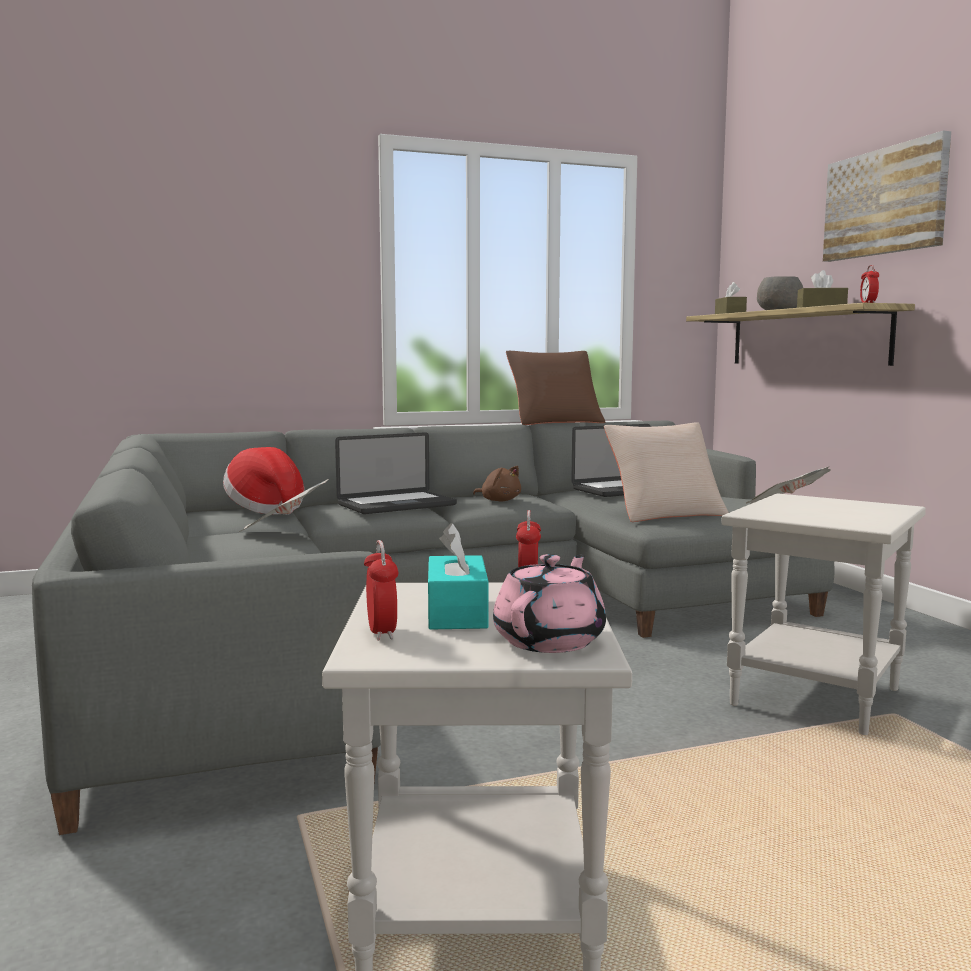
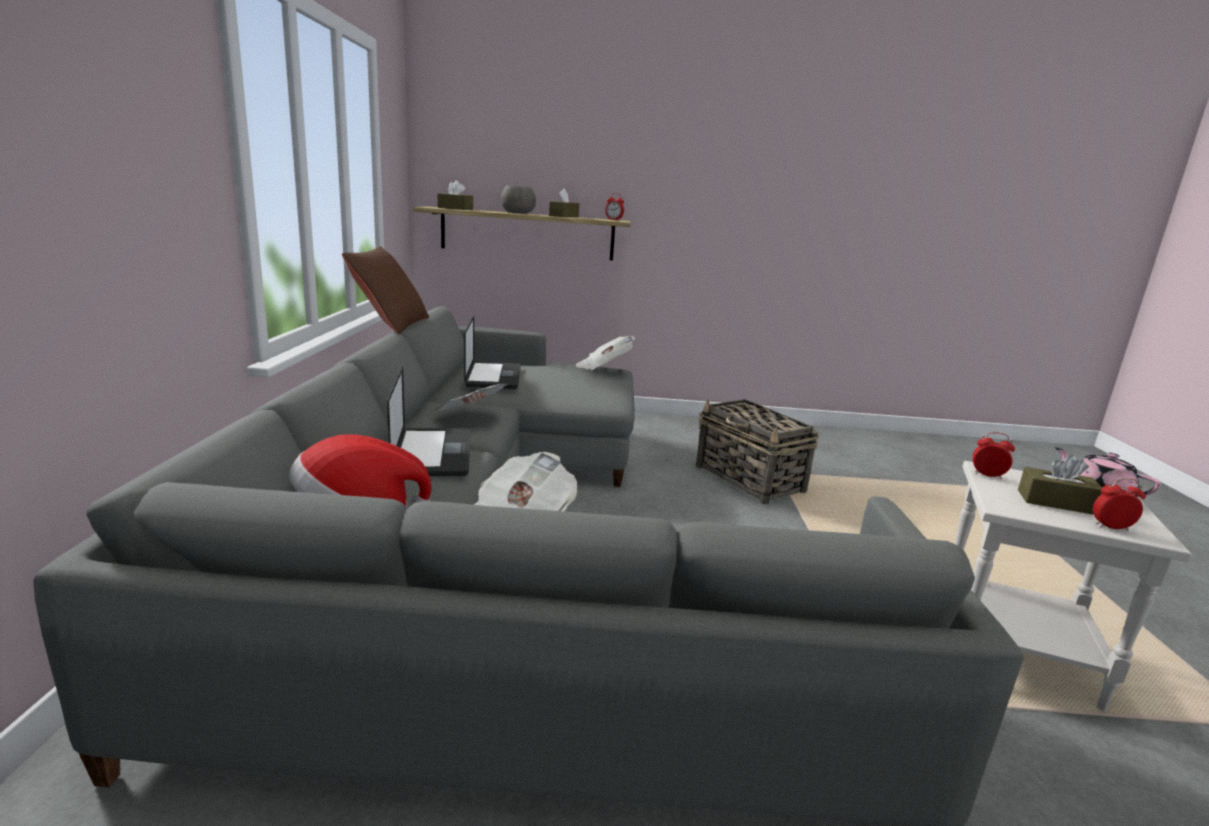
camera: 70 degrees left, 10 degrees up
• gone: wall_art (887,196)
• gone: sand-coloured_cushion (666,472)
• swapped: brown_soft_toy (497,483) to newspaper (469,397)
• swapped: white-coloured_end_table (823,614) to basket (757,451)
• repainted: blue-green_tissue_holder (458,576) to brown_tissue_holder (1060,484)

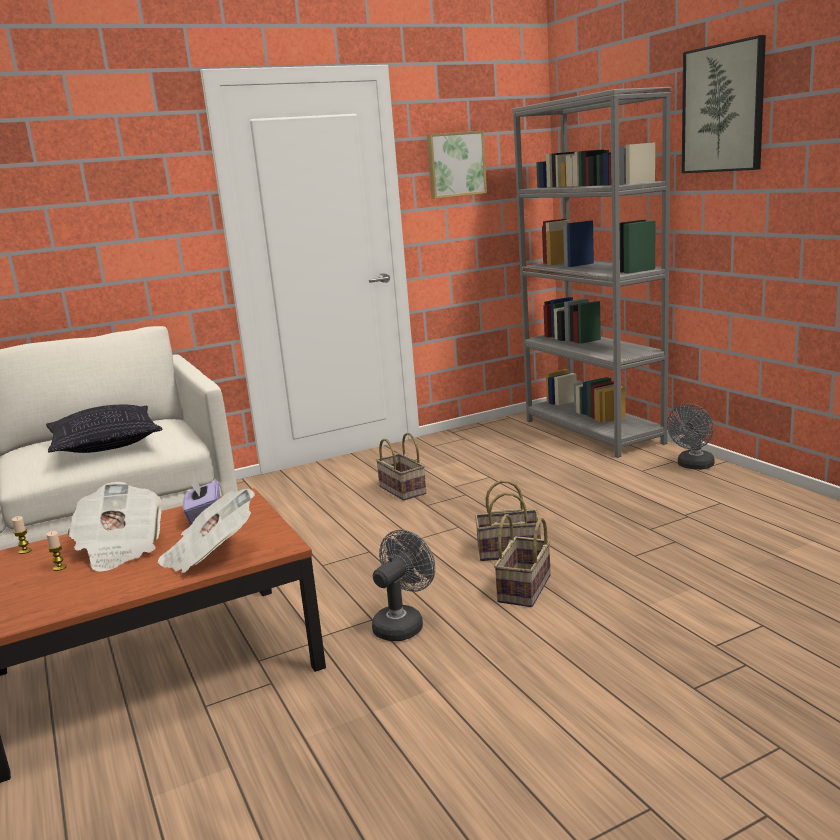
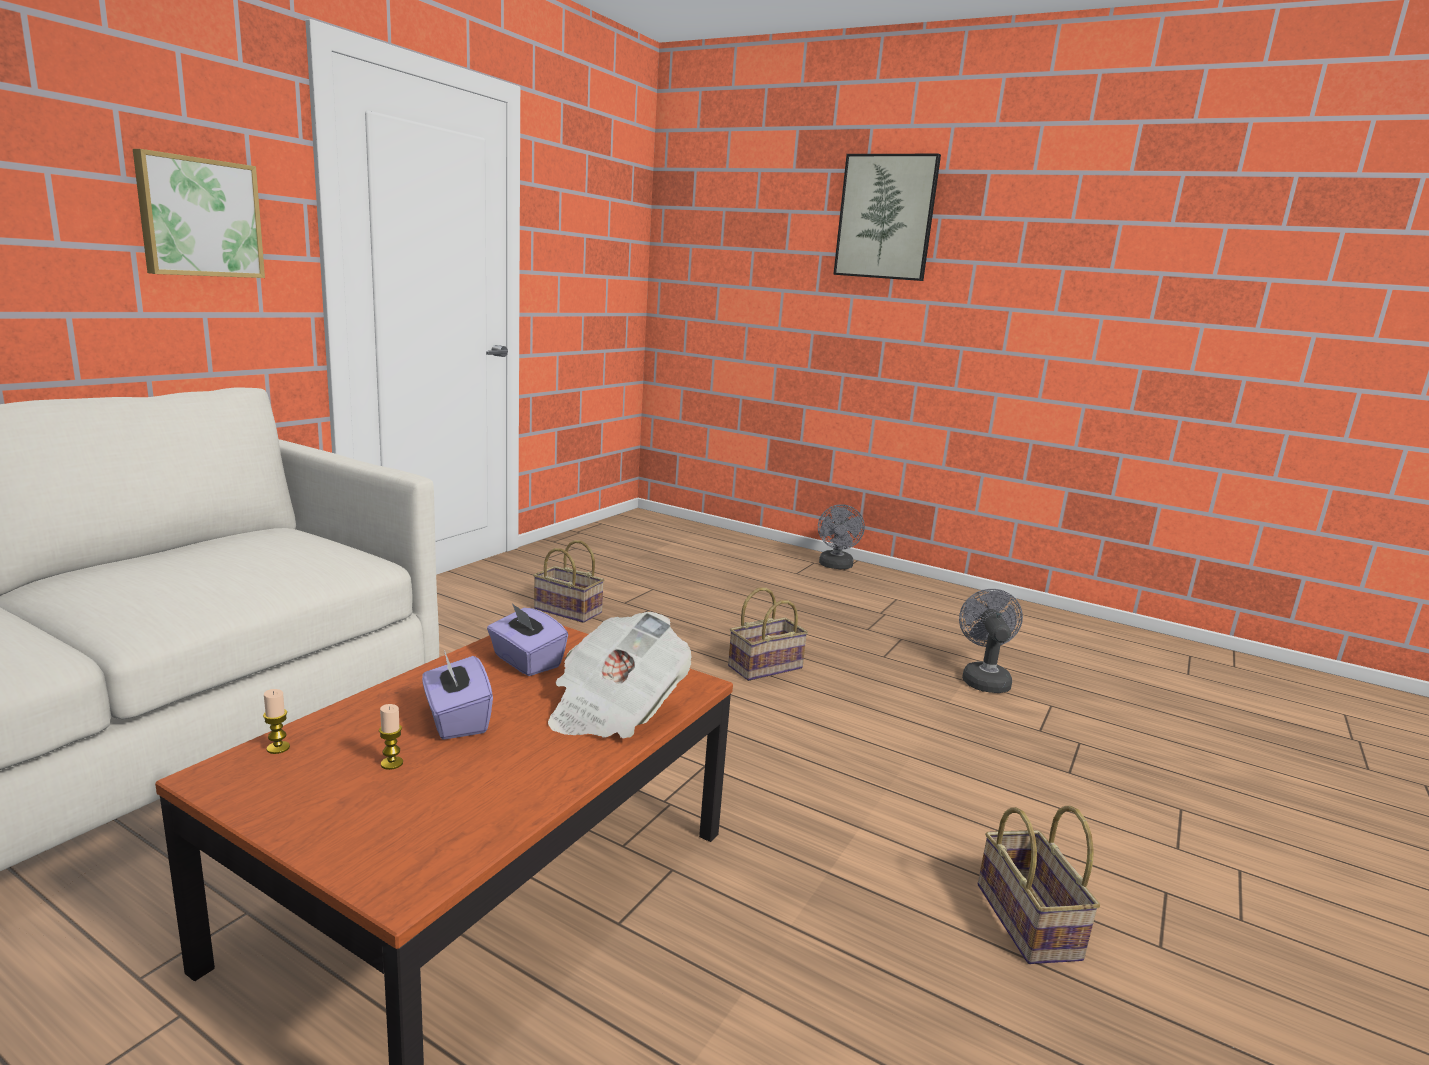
camera: 35 degrees left, 0 degrees up
• gone: gray_bookshelf (592,272)
• shifted: wall_art (457,164) to (199,213)
• gone: cushion (104,429)
• swapped: newspaper (115,527) to purple_tissue_holder (457,695)
• shifted: basket (522,560) to (1039,885)
• shifted: gray_cooling_fan (403,585) to (991,641)

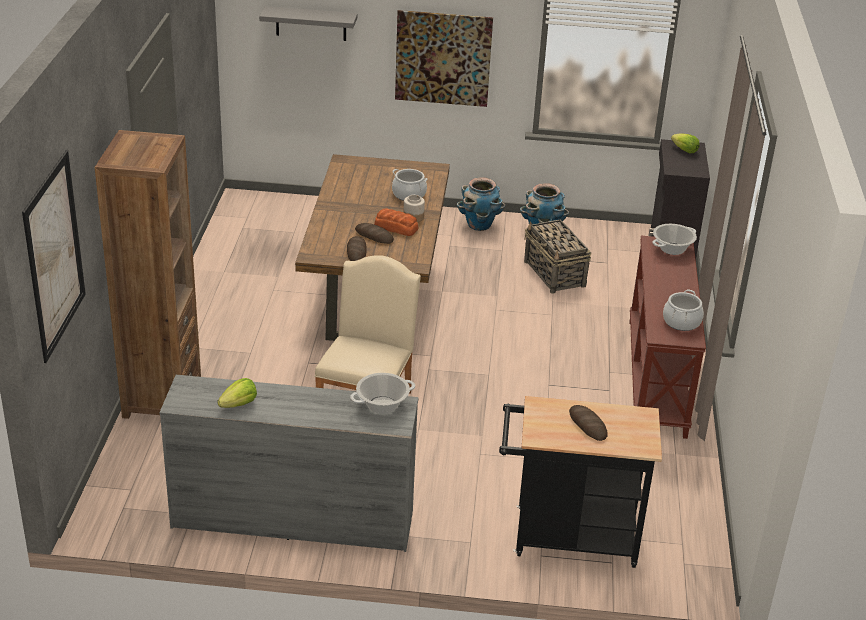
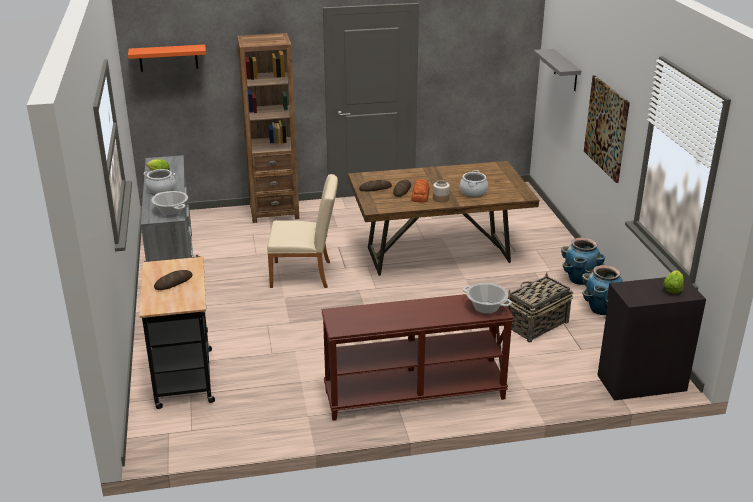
camera: 75 degrees right, 5 degrees down
• swapped: wall_art (54,256) to orange_wall_shelf (167,58)
• shifted: cooking_pot (683,310) to (159,182)

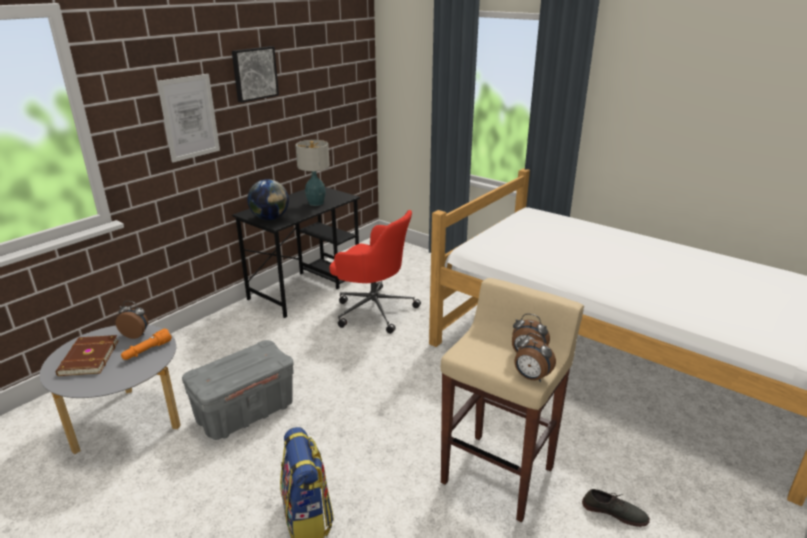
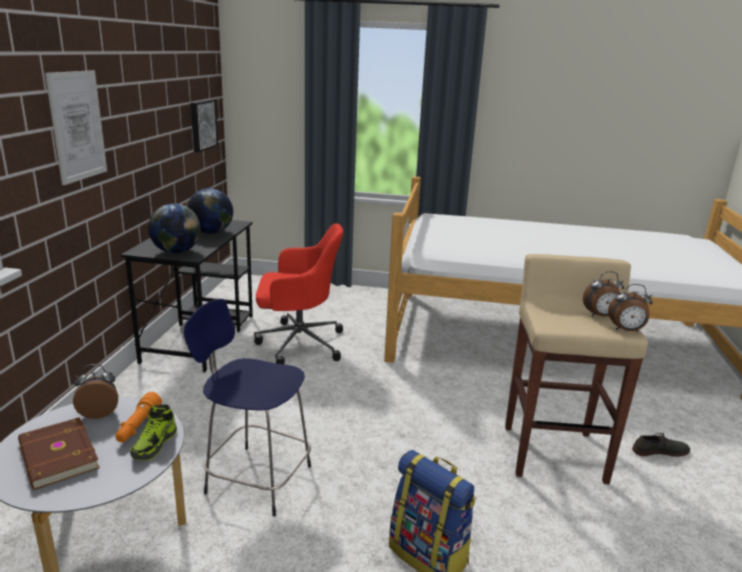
camera: 30 degrees left, 5 degrees down
• shifted: wall_art (255,74) to (204,125)
• swapped: table_lamp (313,173) to desk_globe (210,211)
• swapped: gray_storage_bin (238,390) to blue-coloured_sitting_stool (247,408)
• new: shoe (153,432)

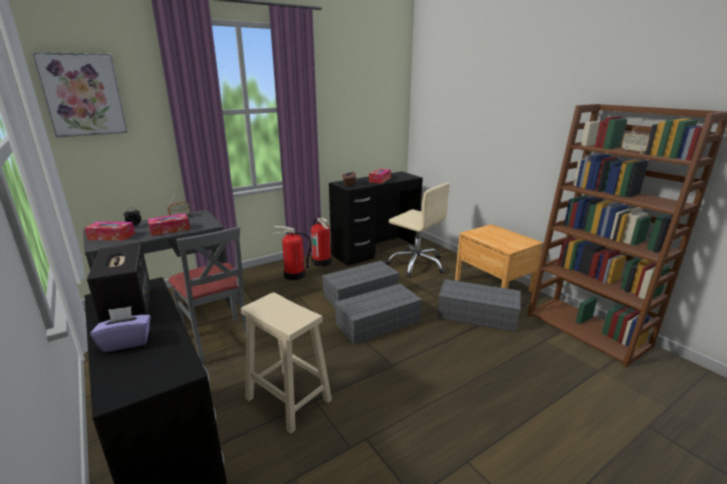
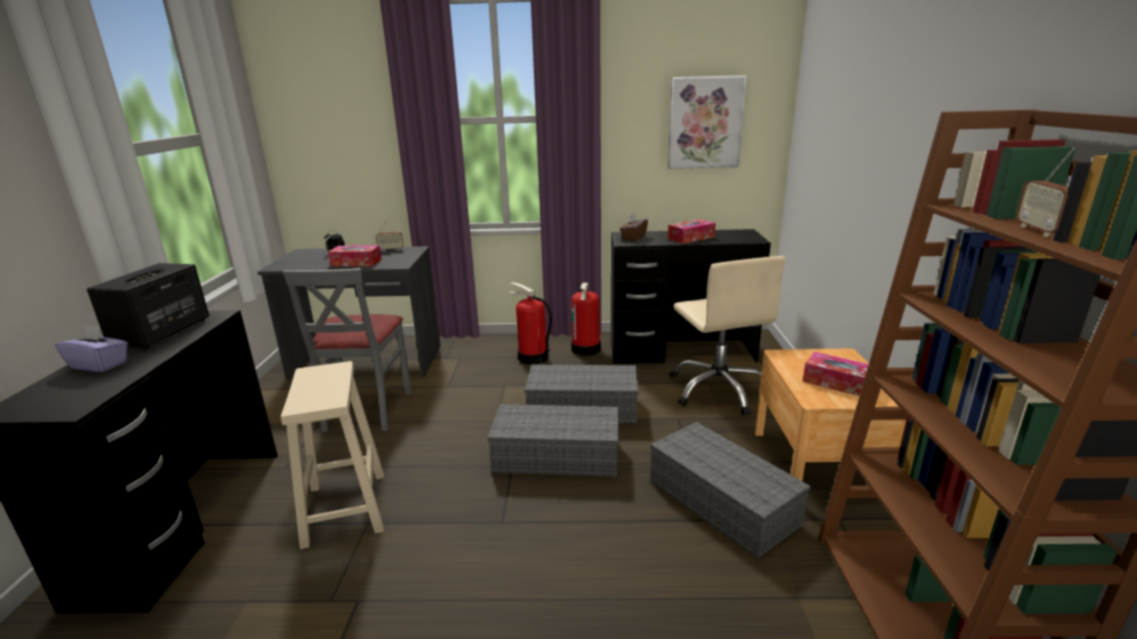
camera: 35 degrees right, 0 degrees up
• shifted: wall_art (80,95) to (707,122)
• shifted: tissue_holder (109,231) to (836,374)

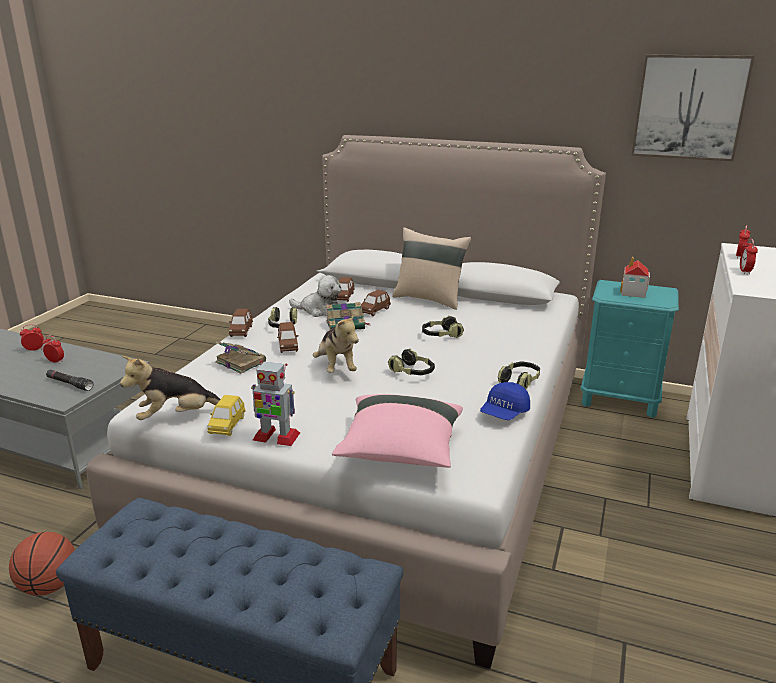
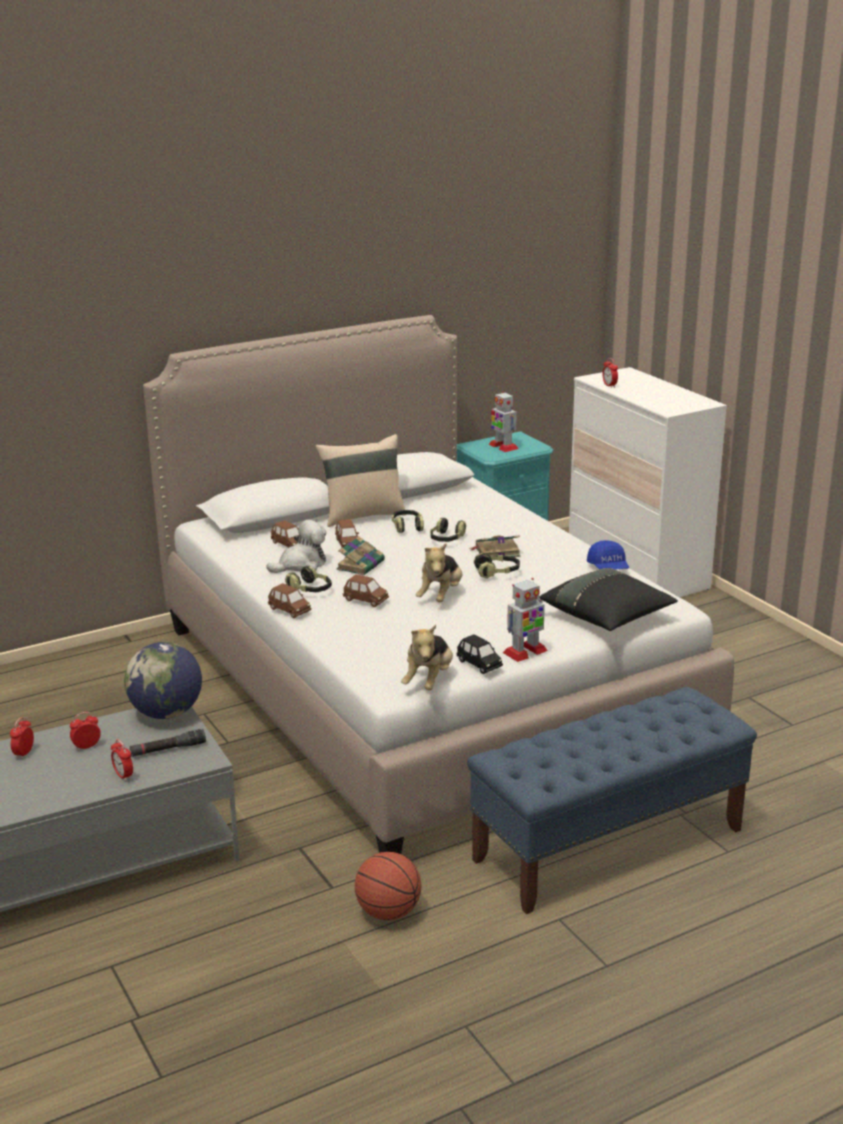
camera: 50 degrees left, 0 degrees up
• gone: wall_art (693,107)
• shifted: bedside_clock (749,256) to (122,760)
• swapped: miniature_house (635,277) to toy_robot (503,421)
• rotated: soft_toy (336,343) = (439,572) 90 degrees clockwise
• shifted: book (240,358) to (495,546)
• shifted: headset (519,375) to (408,521)
• repainted: pink_cushion (397,431) to blackish_cushion (608,599)
• repainted: yellowish_miniature_car (226,415) to blackish_miniature_car (479,654)
• new: desk_globe (163,680)

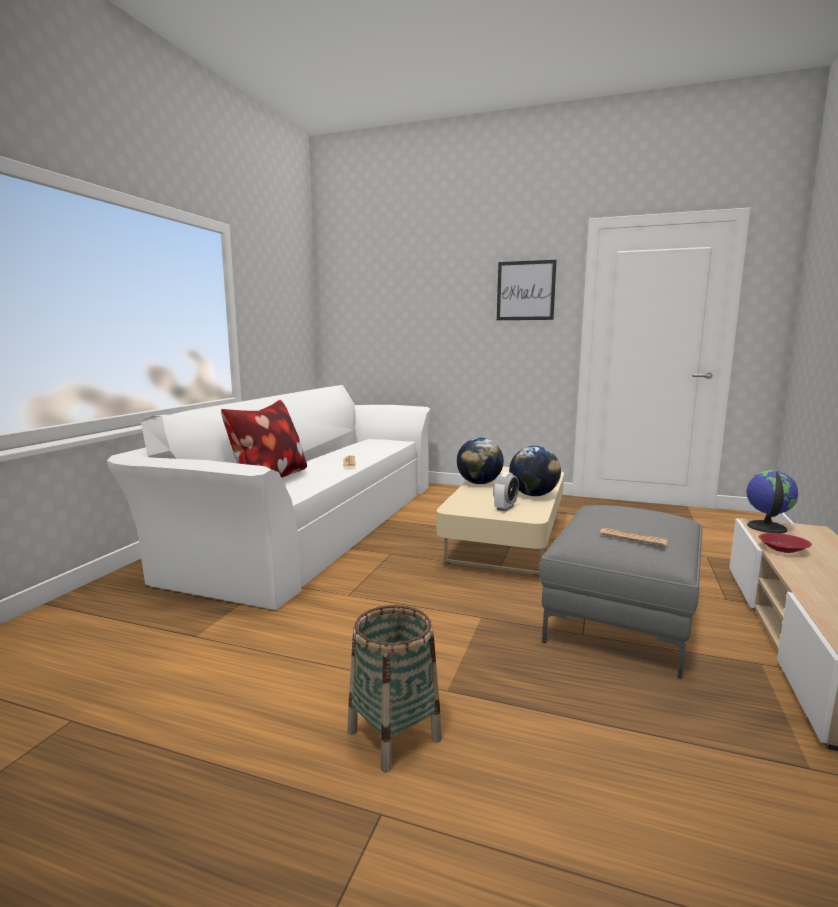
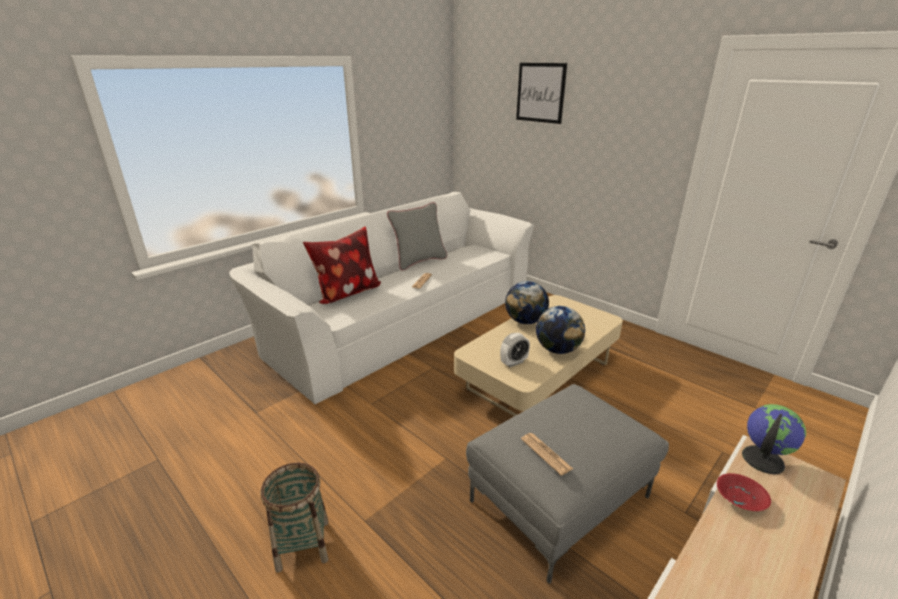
camera: 25 degrees right, 15 degrees up
• shifted: wall_art (527,290) to (541,93)
• new: gray_cushion (417,236)

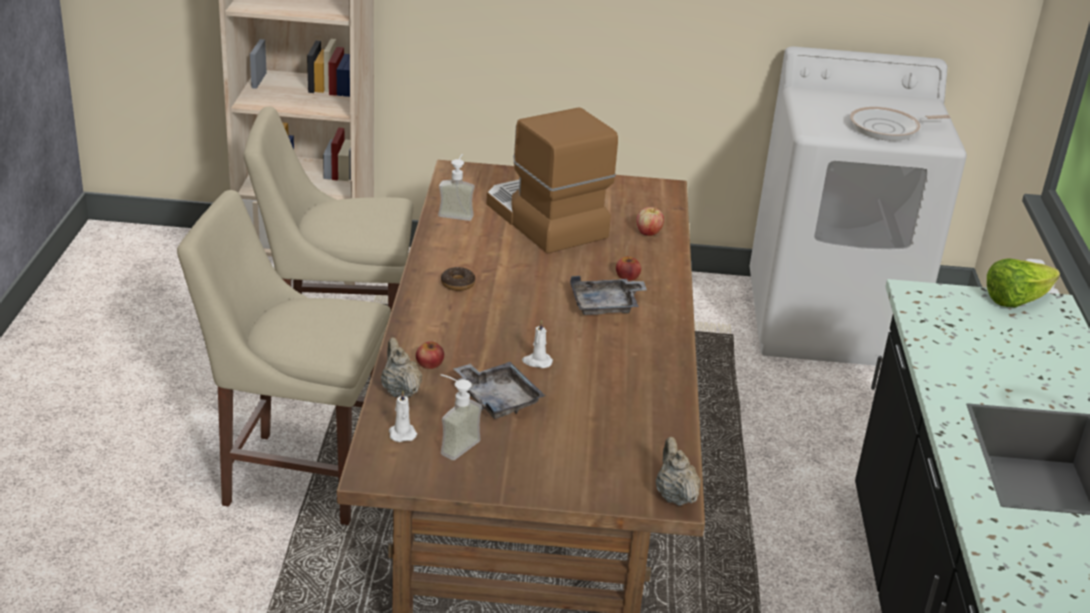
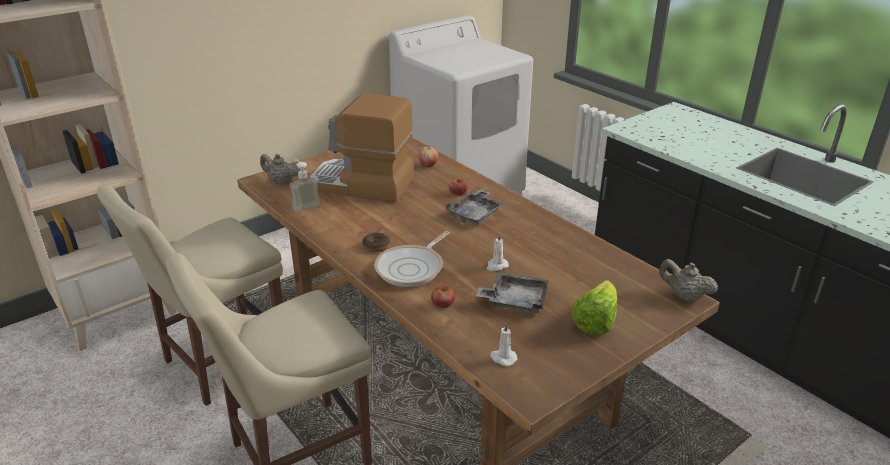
camera: 40 degrees left, 0 degrees up
• shifted: pan (900,124) to (412,259)
• shifted: head_of_lettuce (1023,283) to (594,307)
• shifted: sand-coloured_pot_for_tea (401,367) to (279,169)
• gone: soap_dispenser (461,417)

